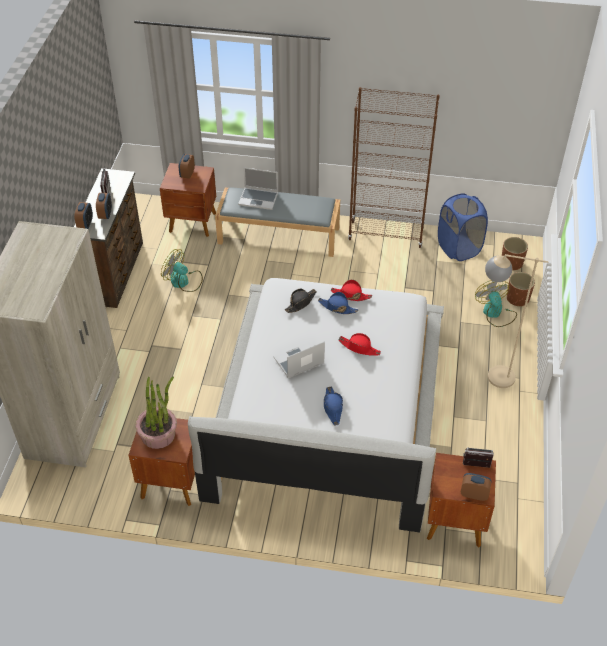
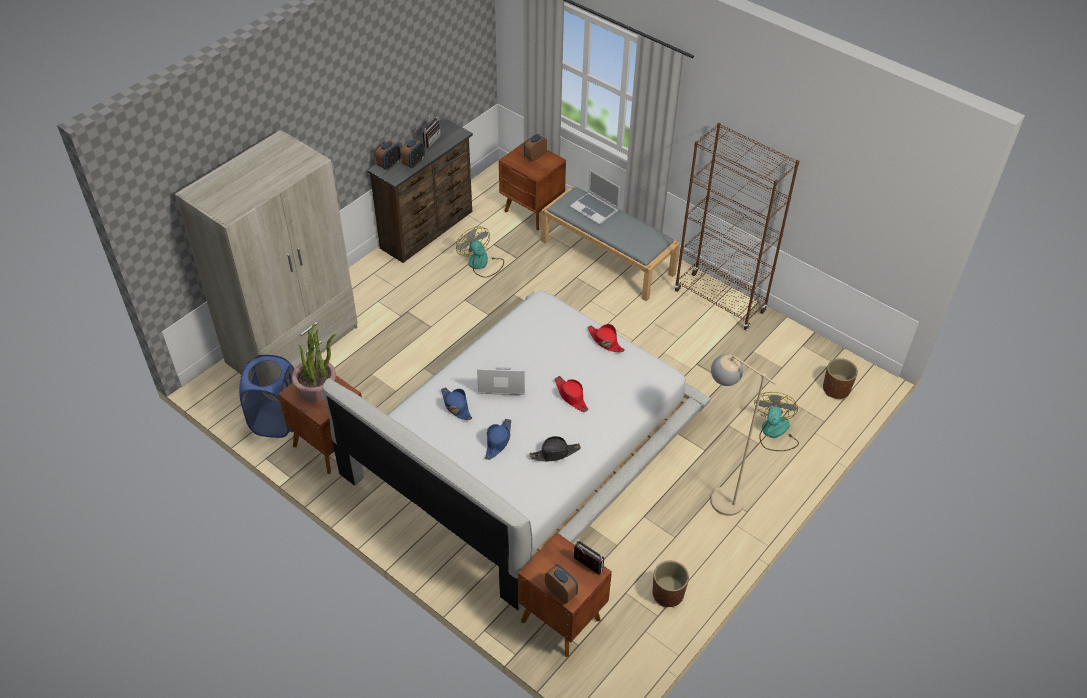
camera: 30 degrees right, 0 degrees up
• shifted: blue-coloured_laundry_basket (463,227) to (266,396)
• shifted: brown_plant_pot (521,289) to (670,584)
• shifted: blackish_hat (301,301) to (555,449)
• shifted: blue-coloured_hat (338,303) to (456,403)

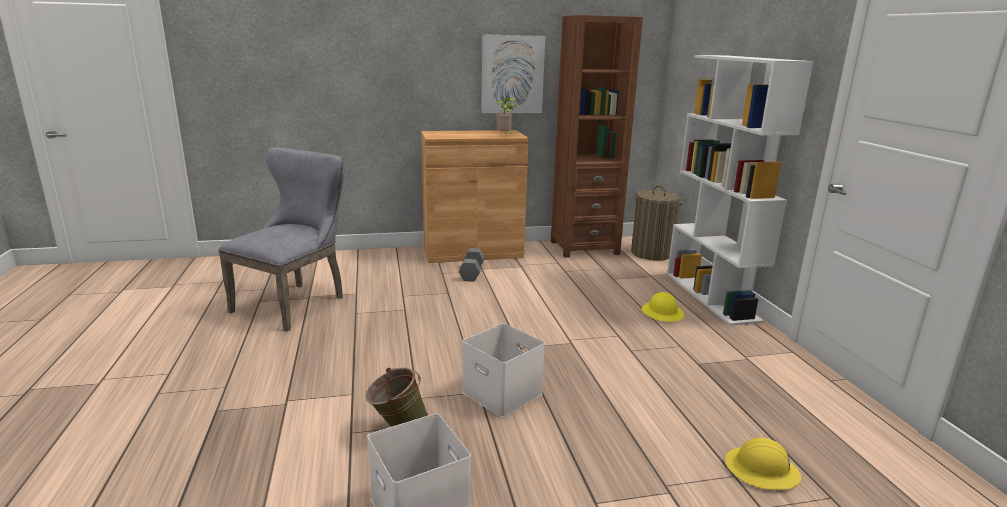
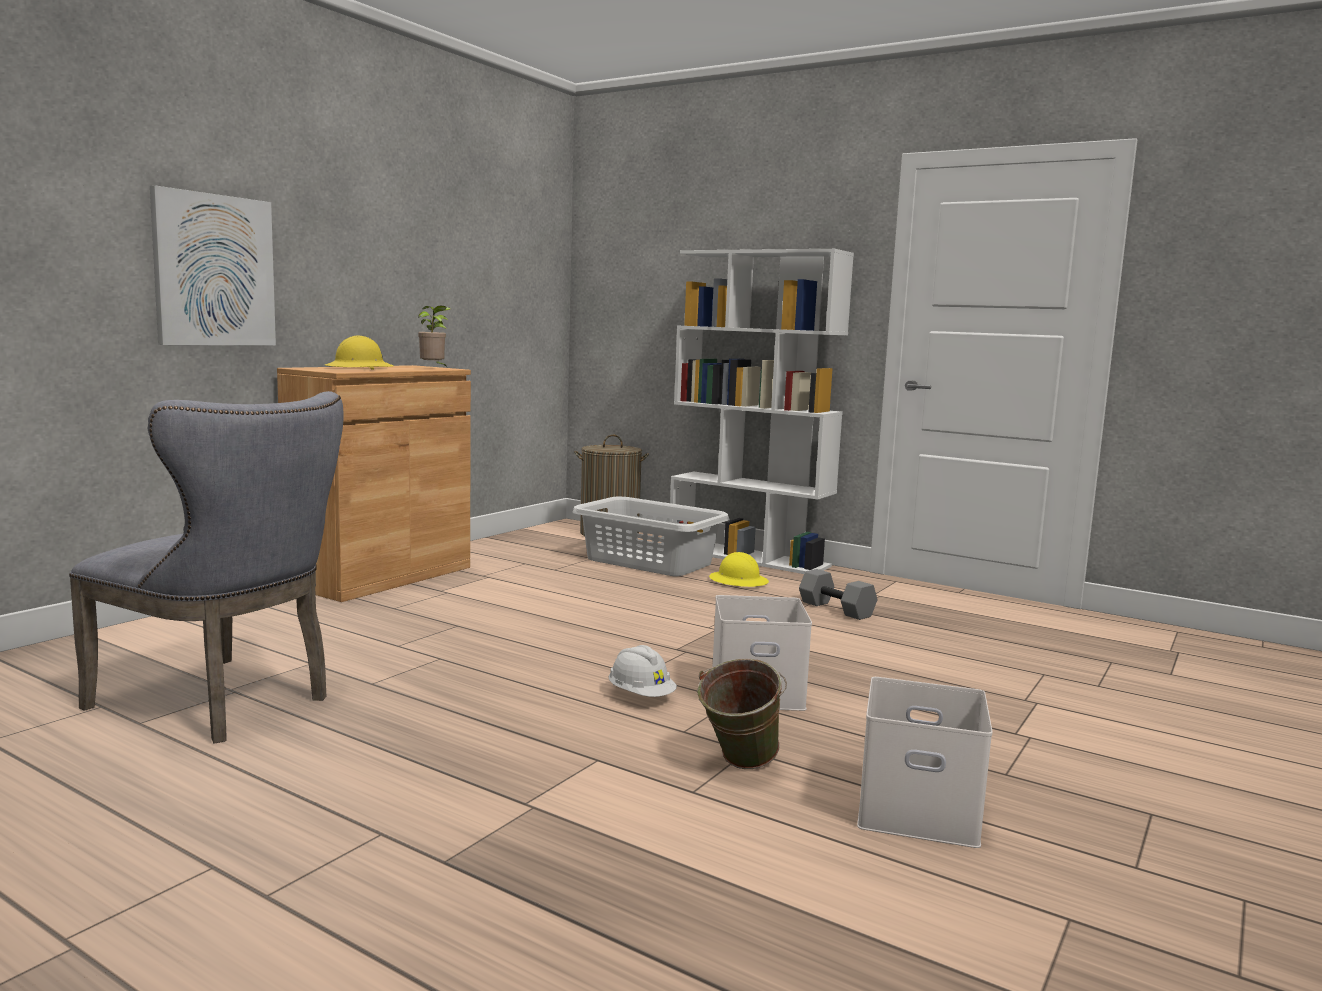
camera: 45 degrees left, 10 degrees down
• gone: brown_bookshelf (597,136)
• shifted: wall_art (513,73) to (213,265)
• rotated: gray_upright_chair (281,240) = (206,567) 135 degrees clockwise
• shifted: gray_free_weight (472,265) to (838,594)
• shifted: yellowish_safety_helmet (763,464) to (359,352)
• new: gray_laundry_basket (651,536)
• new: white-coloured_safety_helmet (643,671)

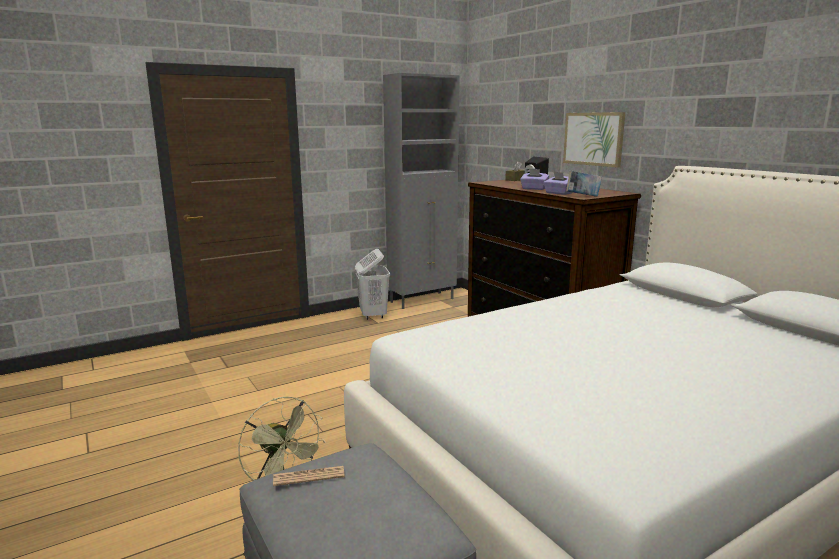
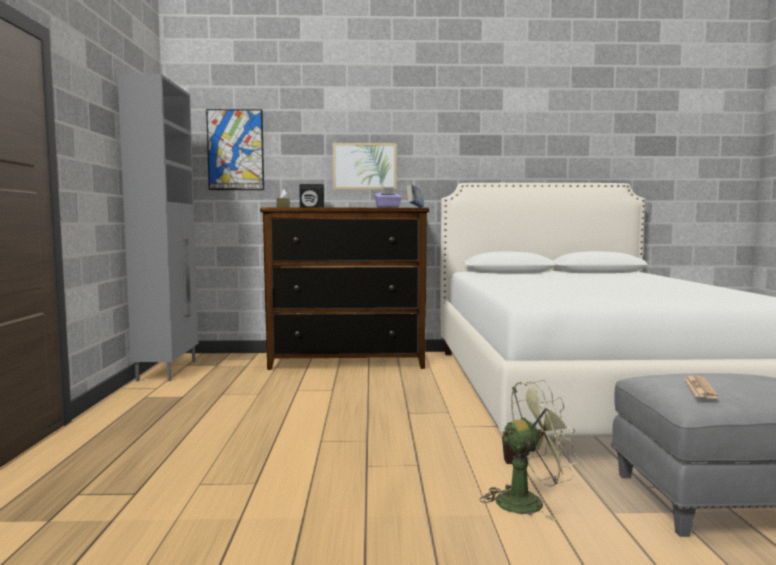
camera: 60 degrees left, 10 degrees down
• gone: purple_tissue_holder (534,179)
• gone: white-coloured_laundry_basket (372,284)
• new: wall_art (235,149)

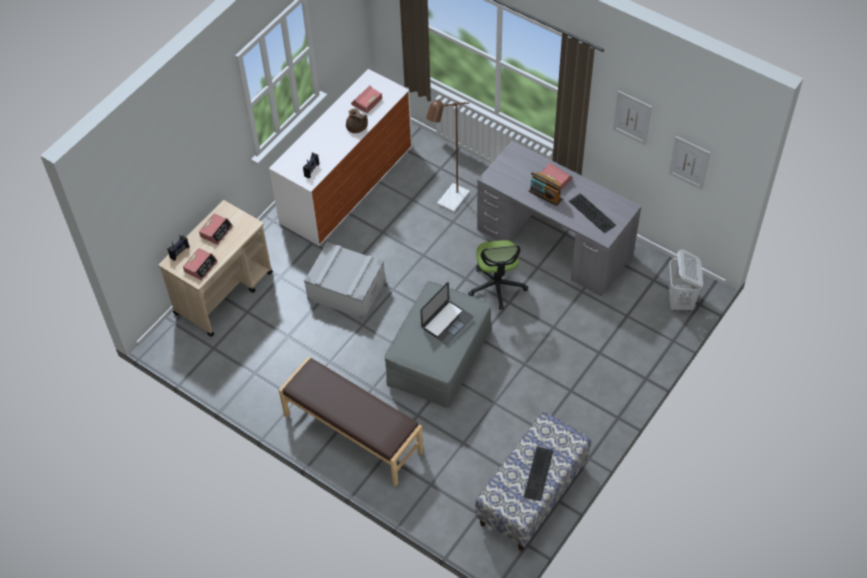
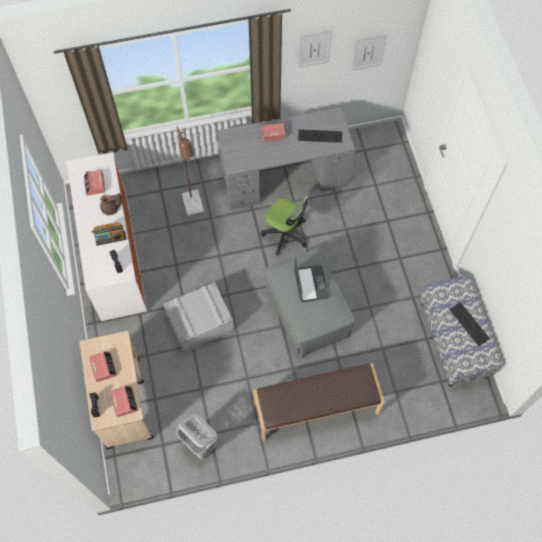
camera: 50 degrees left, 10 degrees up
• shifted: radio_receiver (545,189) to (109,234)
• shifted: white-coloured_laundry_basket (686,280) to (197,436)

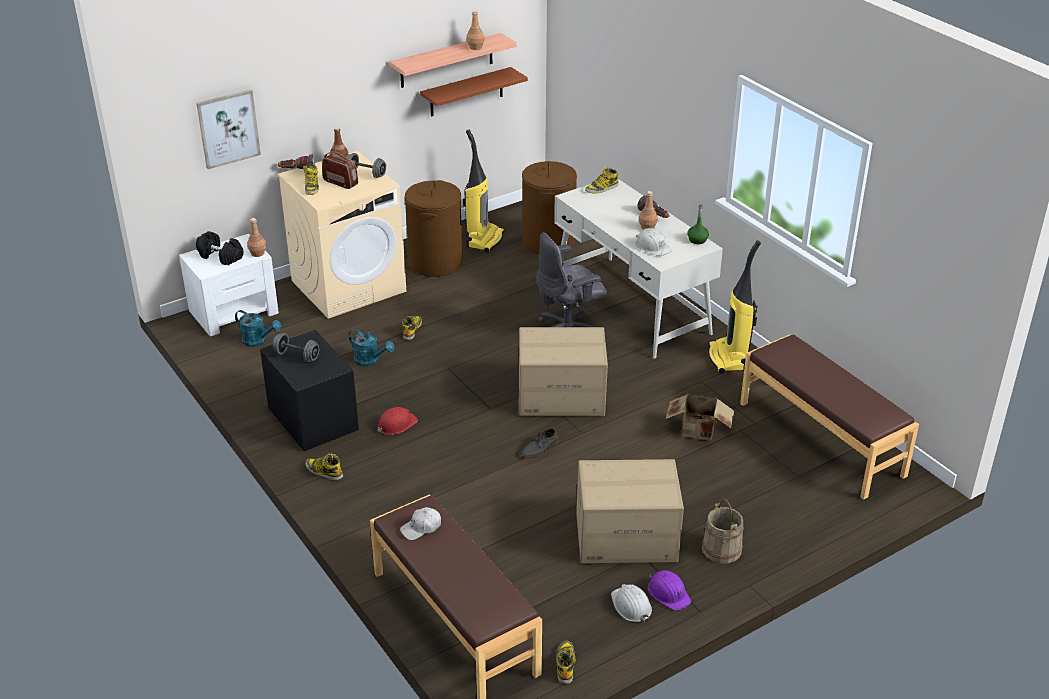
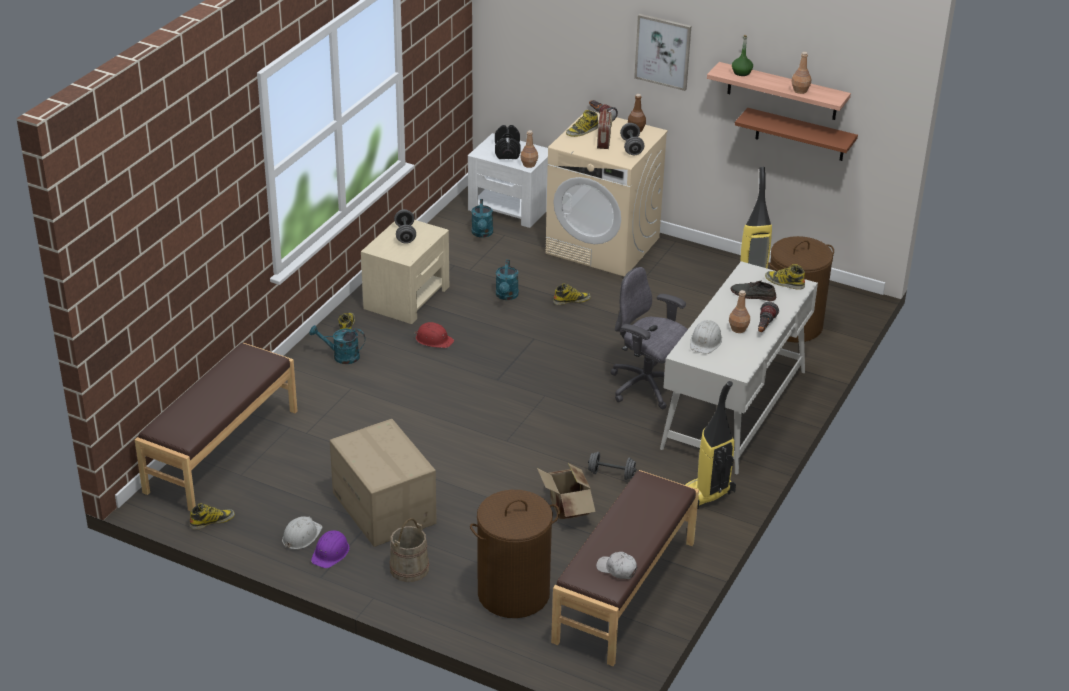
camera: 60 degrees right, 0 degrees up
• shifted: wall_art (228,129) to (662,52)
• shifted: brown_laundry_basket (434,228) to (515,554)
• shifted: green_bottle (698,224) to (742,55)
• gone: cardboard_box (563,371)
• repainted: blackish_bedside_table (309,390) to sand-coloured_bedside_table (405,272)
• shifted: gray_shoe (539,444) to (753,290)
• shifted: white-coloured_baseball_cap (420,523) to (616,565)
• new: blue-green_watering_can (337,344)
• new: gray_free_weight (612,466)

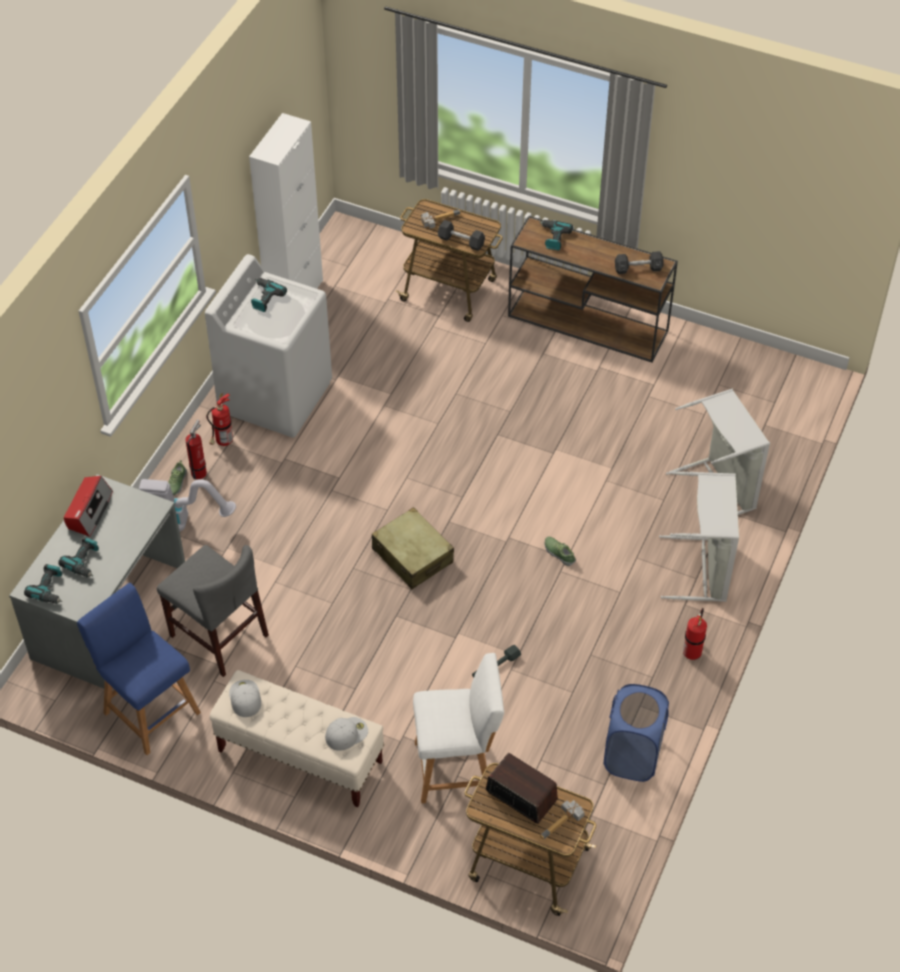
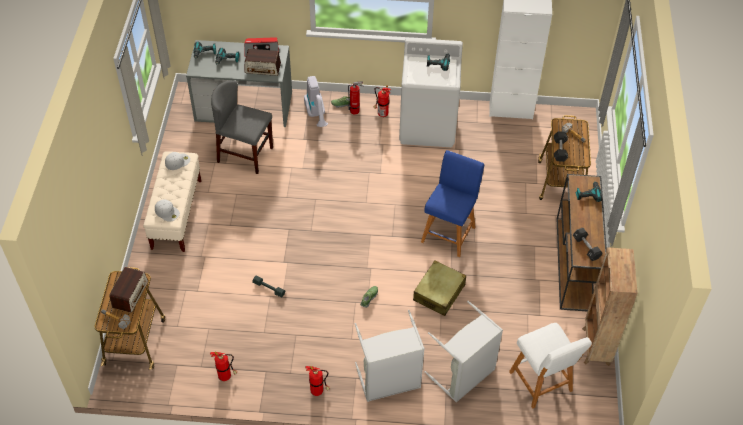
camera: 70 degrees right, 0 degrees up
• shifted: sand-coloured_suitcase (413,548) to (439,288)
• rotated: gray_upright_chair (213,611) = (242,127) 90 degrees clockwise
• shifted: blue-coloured_sitting_stool (139,669) to (452,203)
• shifted: white-coloured_sitting_stool (458,728) to (550,366)
• swapped: blue-coloured_laundry_basket (636,733) to fire-fighting_cylinder (223,366)
• new: radio_receiver (262,62)
• new: brown_bookshelf (610,306)

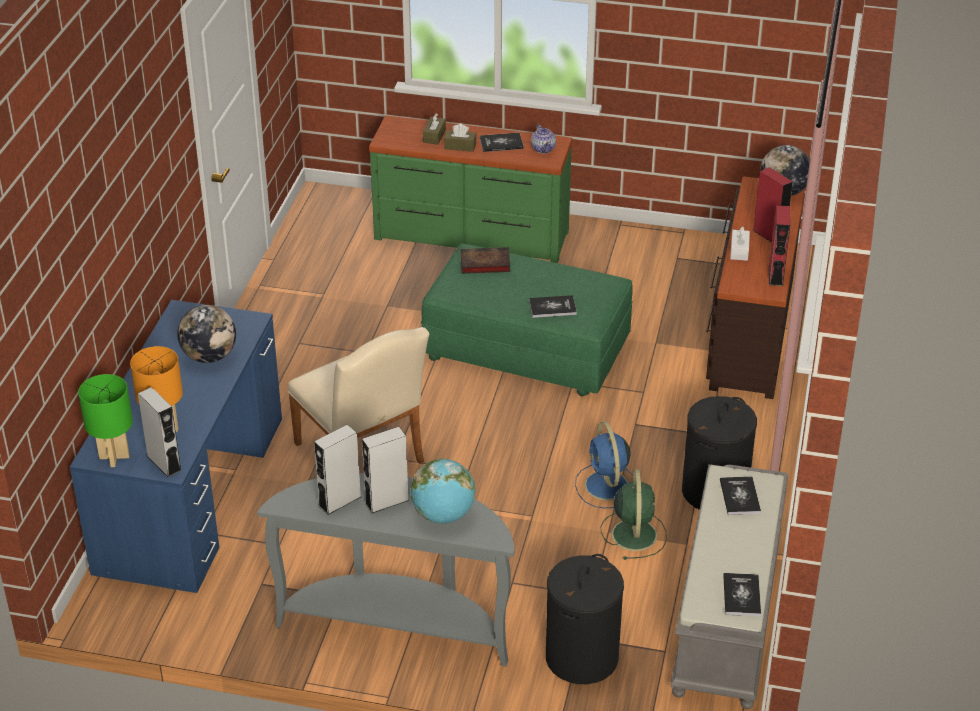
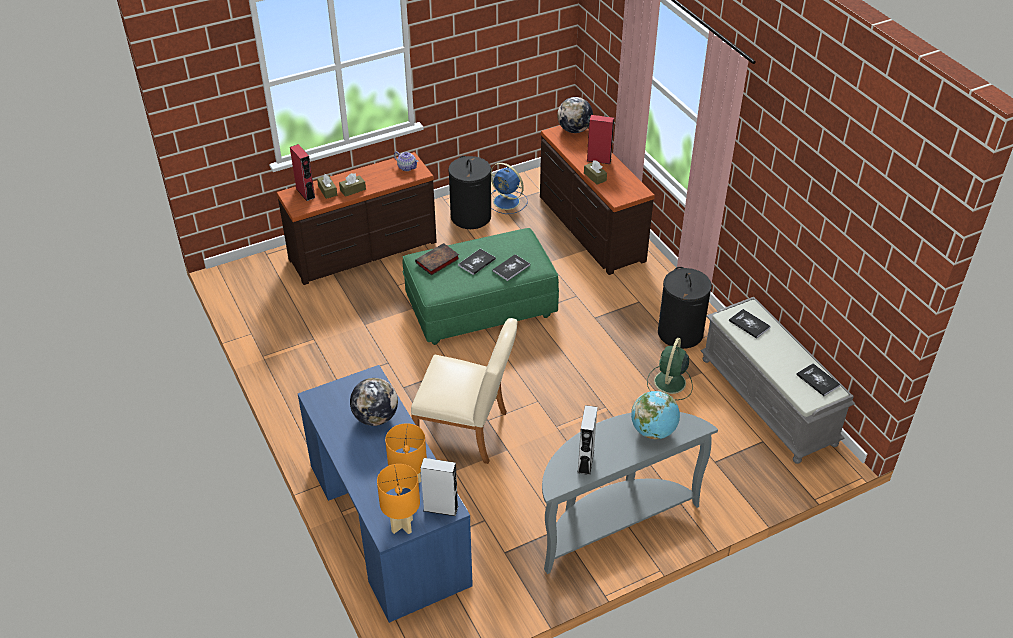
camera: 40 degrees left, 5 degrees up
• repainted: green_dresser (471,189) to brown_dresser (357,218)
• shifted: book (502,142) to (477,262)
• shifted: red-coloured_loudspeaker (779,245) to (302,172)
• repainted: white-coloured_tissue_holder (740,243) to brown_tissue_holder (595,172)
• repainted: green_table_lamp (105,420) to orange_table_lamp (398,499)
• shifted: blue-coloured_cooling_fan (604,464) to (509,188)
• gone: gray_loudspeaker (385,470)
• rotated: green_cooling_fan (634,514) = (670,369) 120 degrees counterclockwise
• shifted: blackish_laundry_basket (585,619) to (469,192)

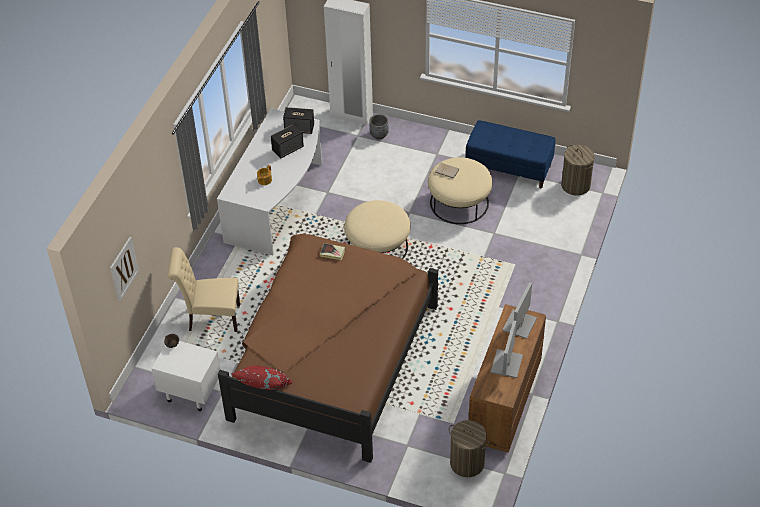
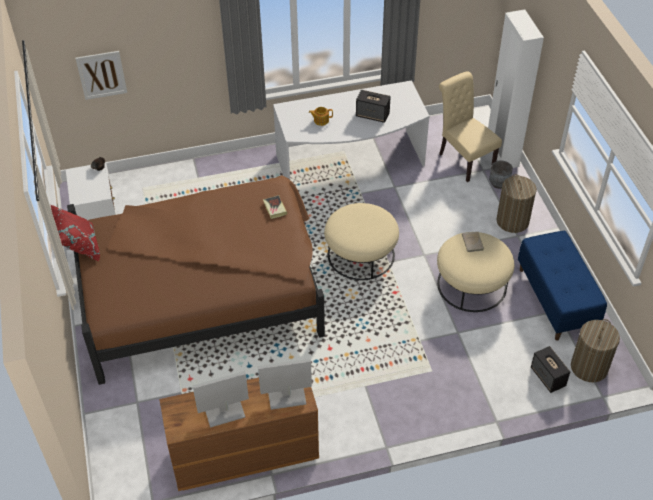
camera: 55 degrees right, 0 degrees up
• shifted: loudspeaker (298,120) to (550,369)
• shifted: sand-coloured_upright_chair (204,289) to (470,126)
• shifted: laundry_basket (469,448) to (517,203)

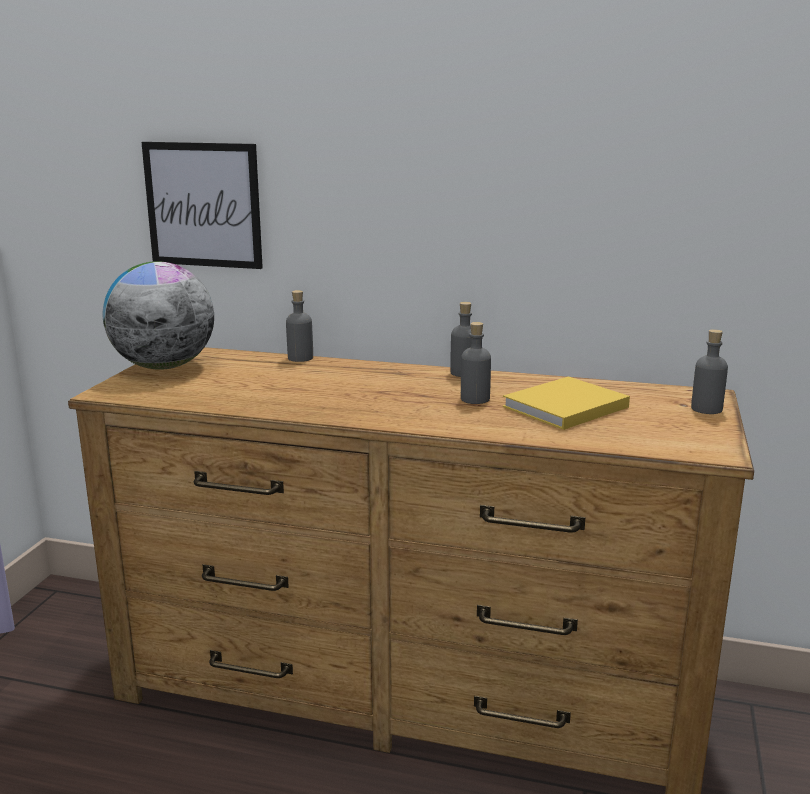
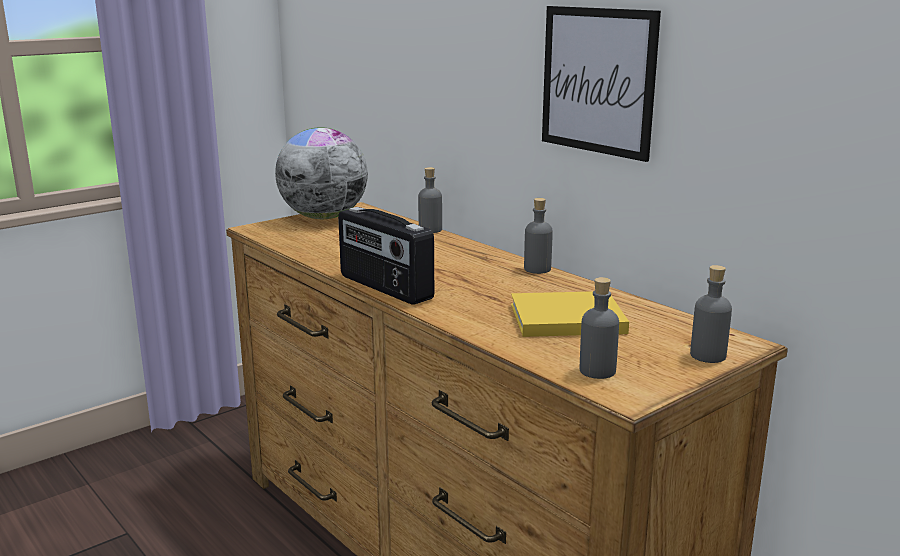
camera: 35 degrees right, 0 degrees up
• shifted: wall_art (202,205) to (601,84)
• shifted: gray_bottle (476,363) to (599,328)
• new: radio_receiver (386,256)

